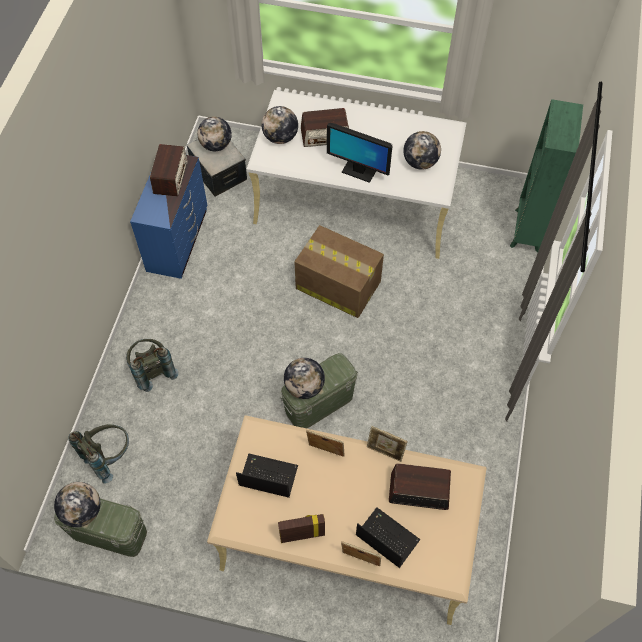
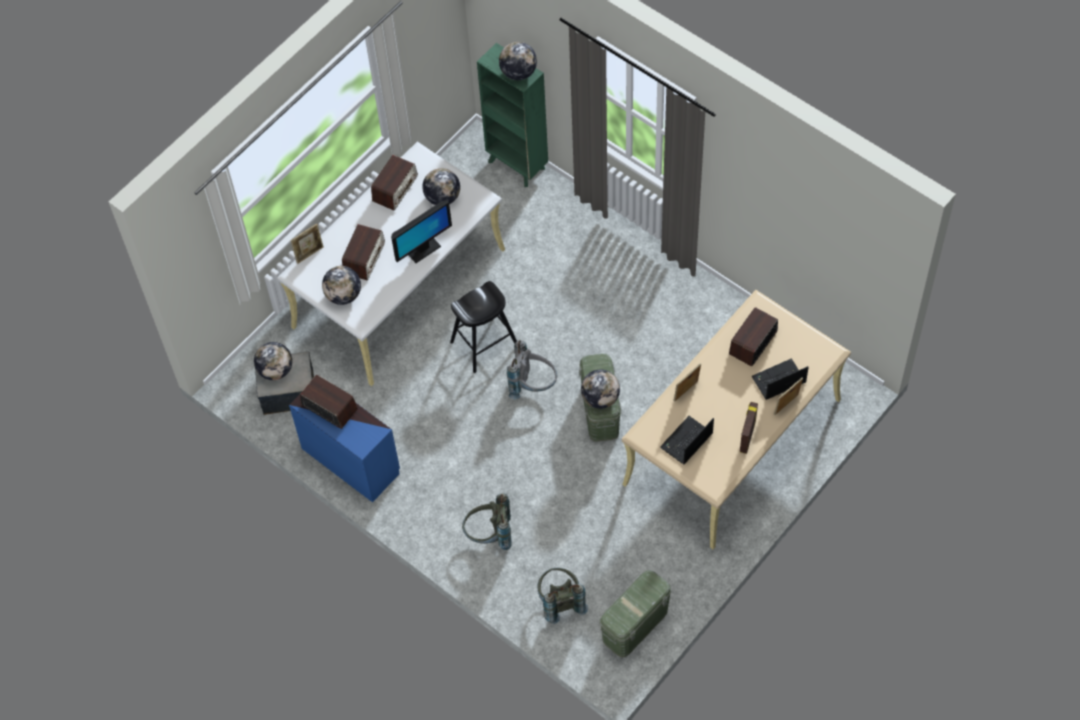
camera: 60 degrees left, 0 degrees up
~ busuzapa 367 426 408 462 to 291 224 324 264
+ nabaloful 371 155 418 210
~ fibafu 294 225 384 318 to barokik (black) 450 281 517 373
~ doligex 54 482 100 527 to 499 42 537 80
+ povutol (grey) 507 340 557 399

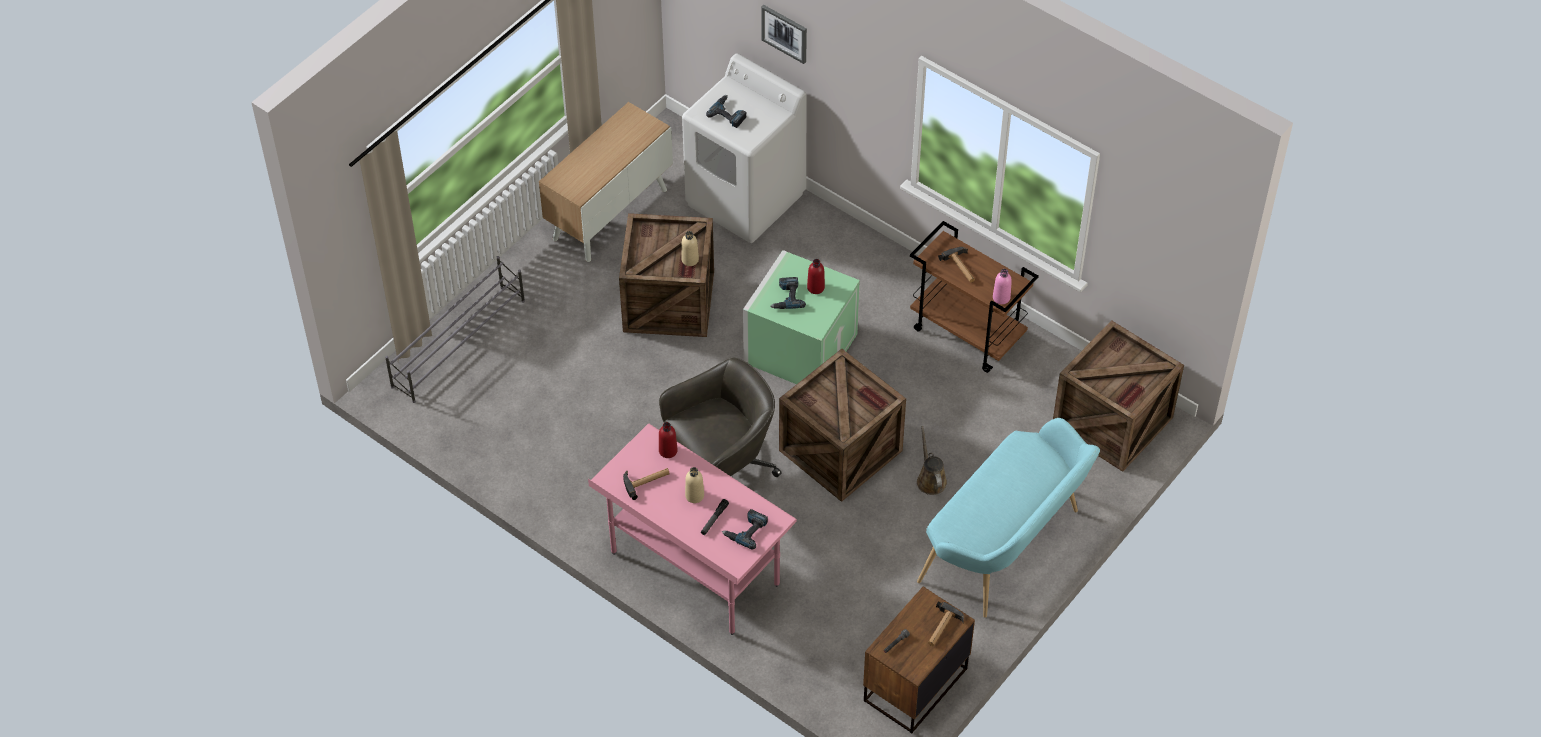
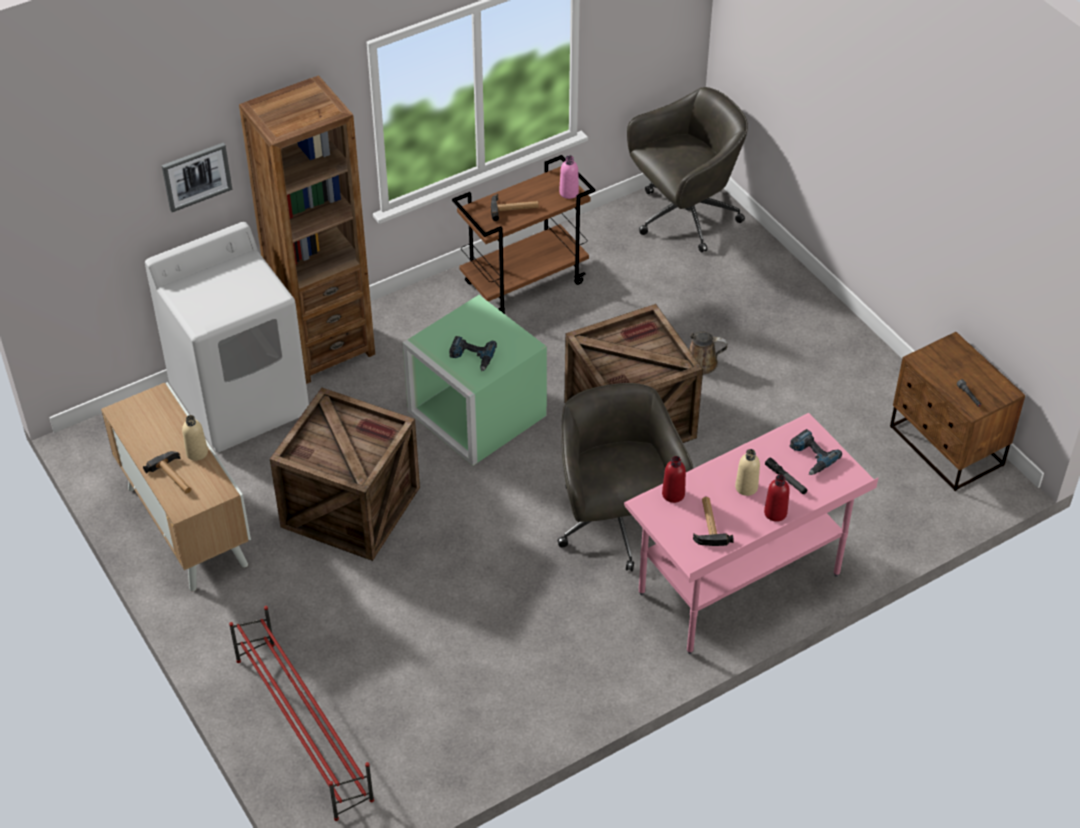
camera: 70 degrees left, 5 degrees down
~ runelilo 928 601 964 646 to 143 451 191 494
~ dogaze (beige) 681 231 699 266 to 182 415 208 461
~ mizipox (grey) 385 256 525 403 to mizipox (red) 229 606 374 821
+ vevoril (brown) 239 75 375 384
~ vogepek 1053 320 1184 472 to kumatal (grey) 627 87 748 252
~ dogaze (red) 807 259 825 294 to 764 475 790 522
- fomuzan 706 95 747 128
- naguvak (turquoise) 917 418 1100 618

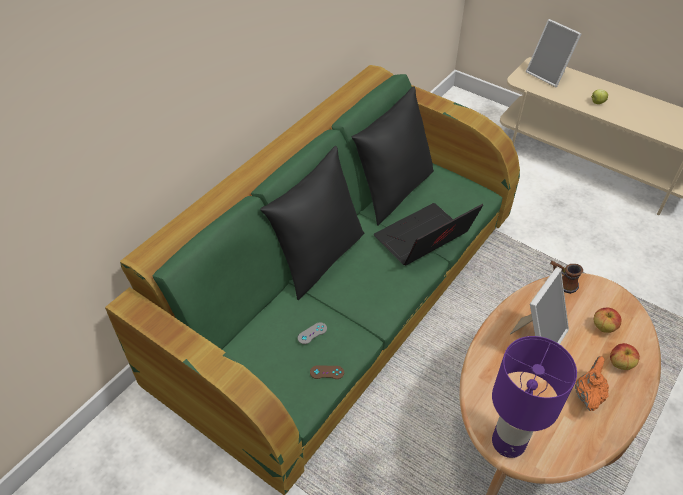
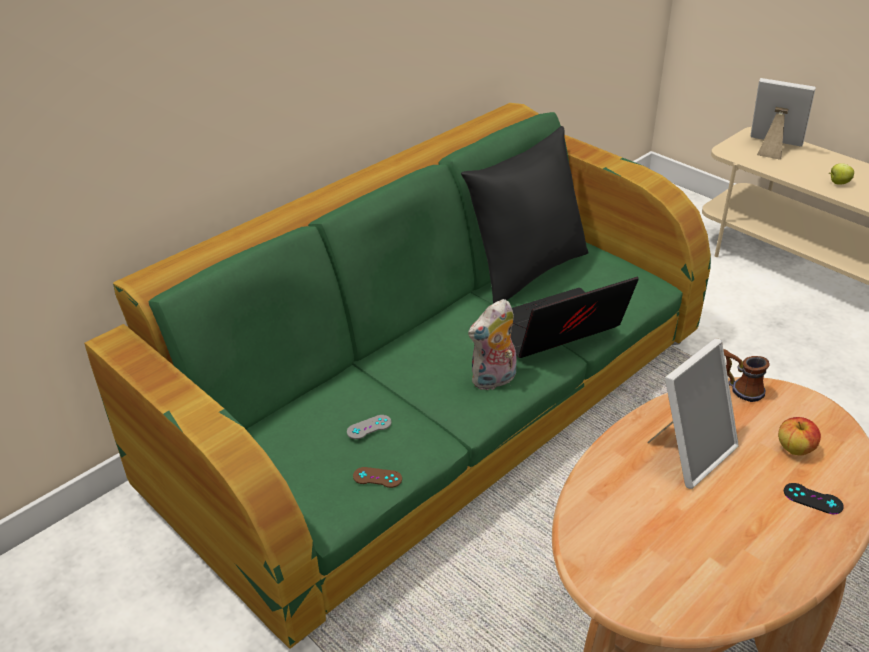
camera: 10 degrees right, 10 degrees down
+ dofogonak 468 299 517 390
~ busuzapa 526 19 582 87 = 750 78 816 160 150 degrees clockwise
~ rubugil 610 343 640 370 to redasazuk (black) 784 483 844 514
- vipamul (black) 260 146 364 300
- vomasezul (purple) 492 336 577 458
- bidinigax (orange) 575 356 609 411

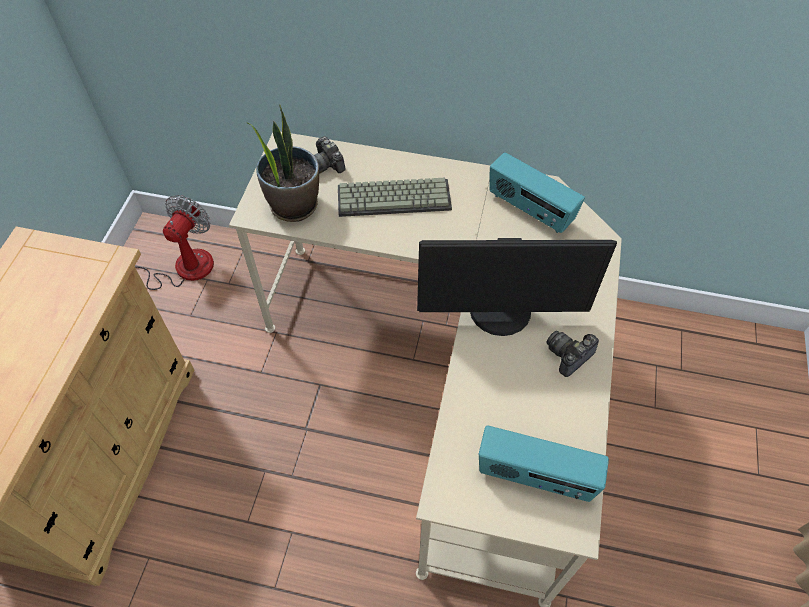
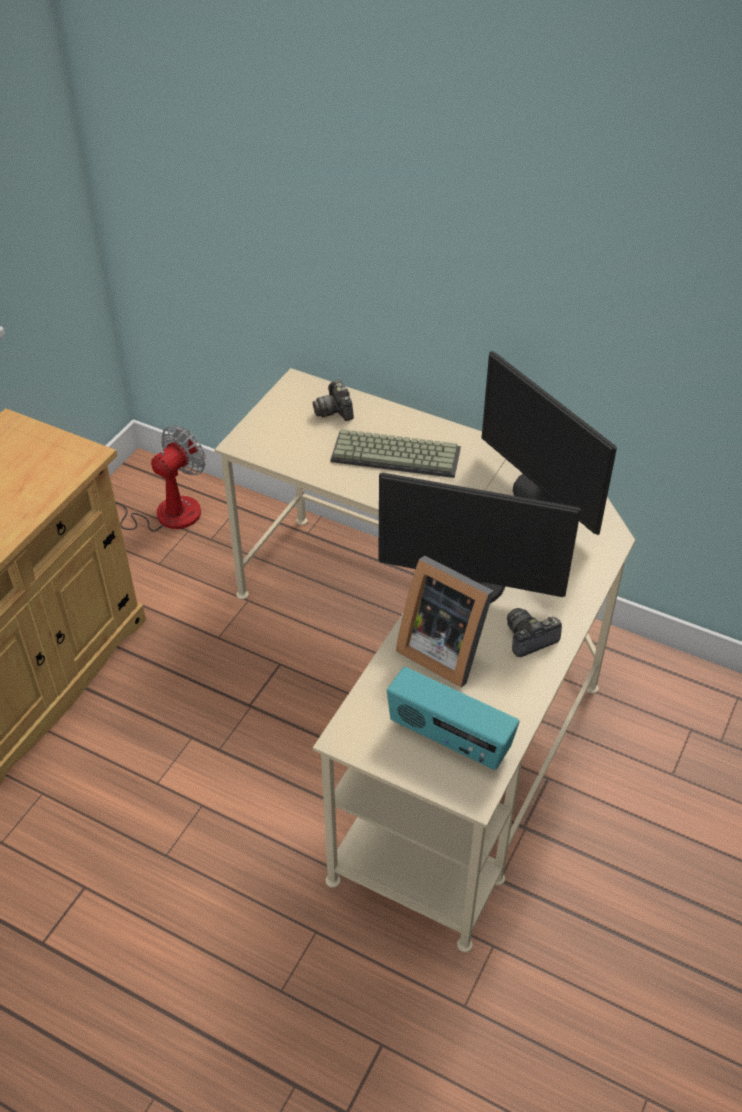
camera: 15 degrees right, 10 degrees down
+ busuzapa 396 556 494 688
~ nabaloful 489 152 585 233 to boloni 482 351 617 535
- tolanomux 248 104 319 222

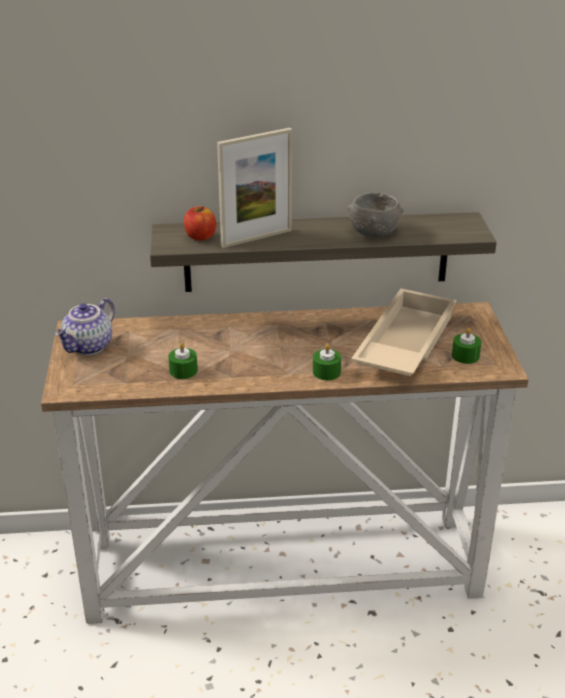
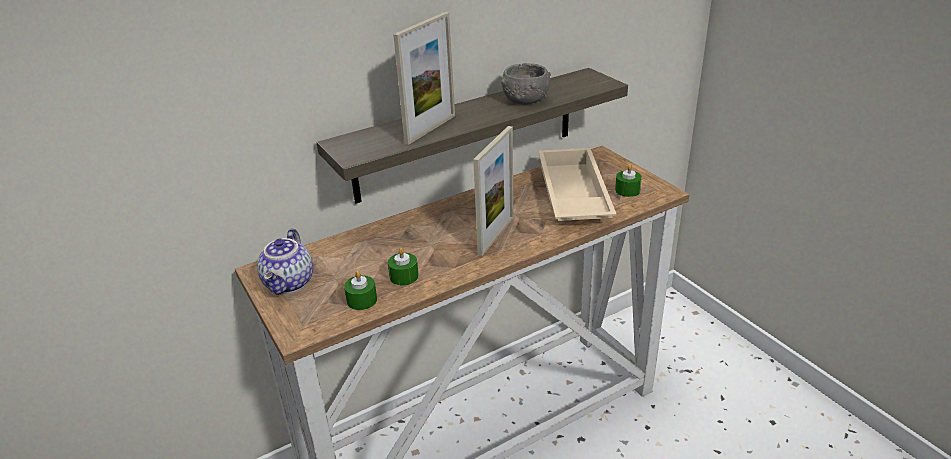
camera: 25 degrees left, 0 degrees up
~ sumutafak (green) 313 344 341 380 to 344 271 377 310
+ busuzapa 473 126 514 256
- rubugil 184 206 216 241

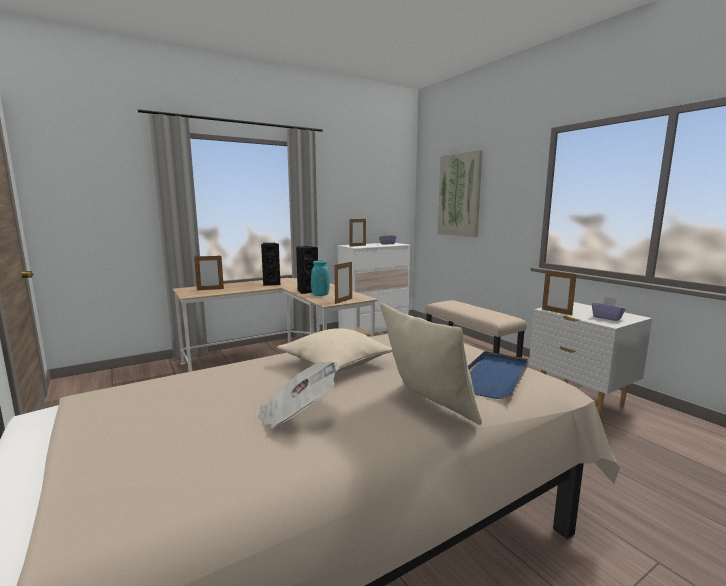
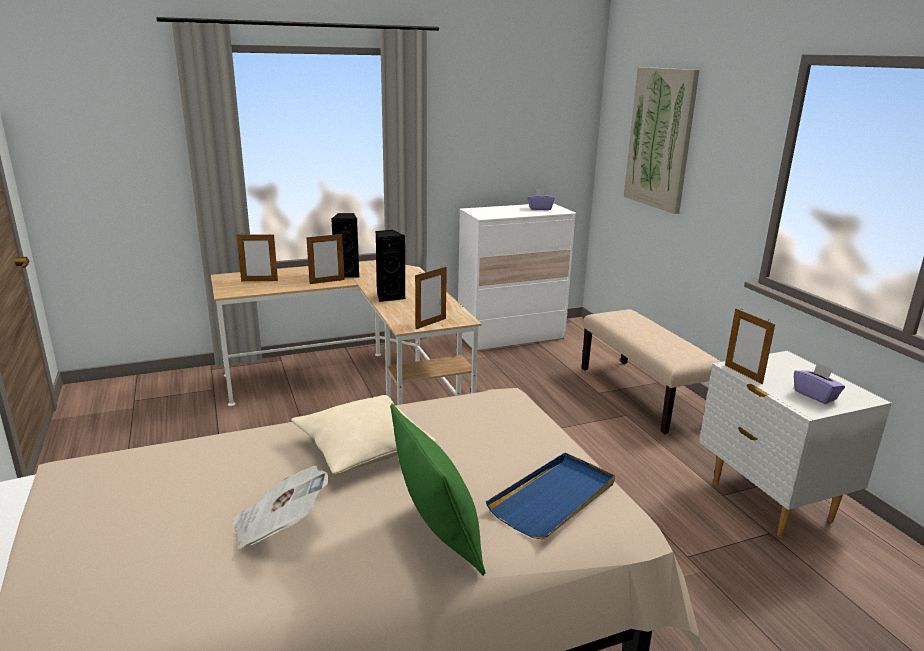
camera: 10 degrees right, 10 degrees up
~ busuzapa 349 219 366 247 to 306 234 345 284
~ vipamul (beige) 380 303 482 425 to vipamul (green) 390 404 486 576
- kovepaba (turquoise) 311 260 330 296

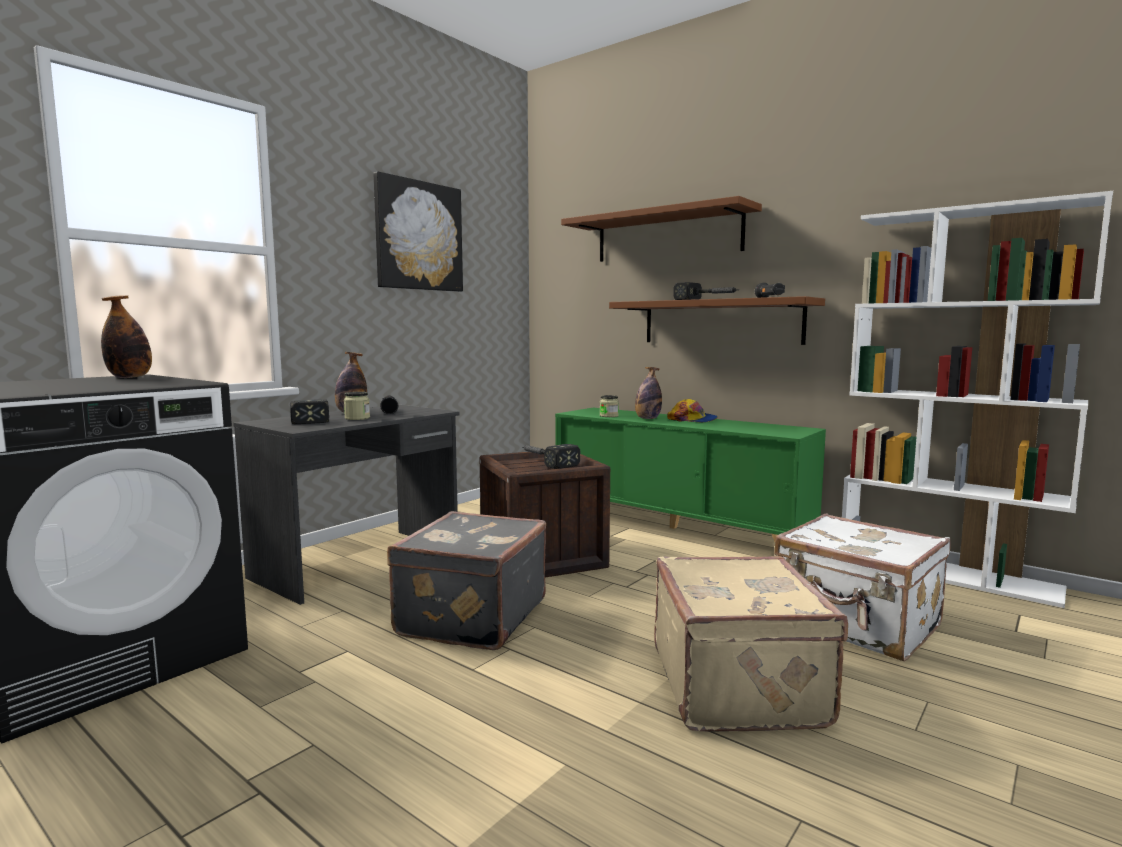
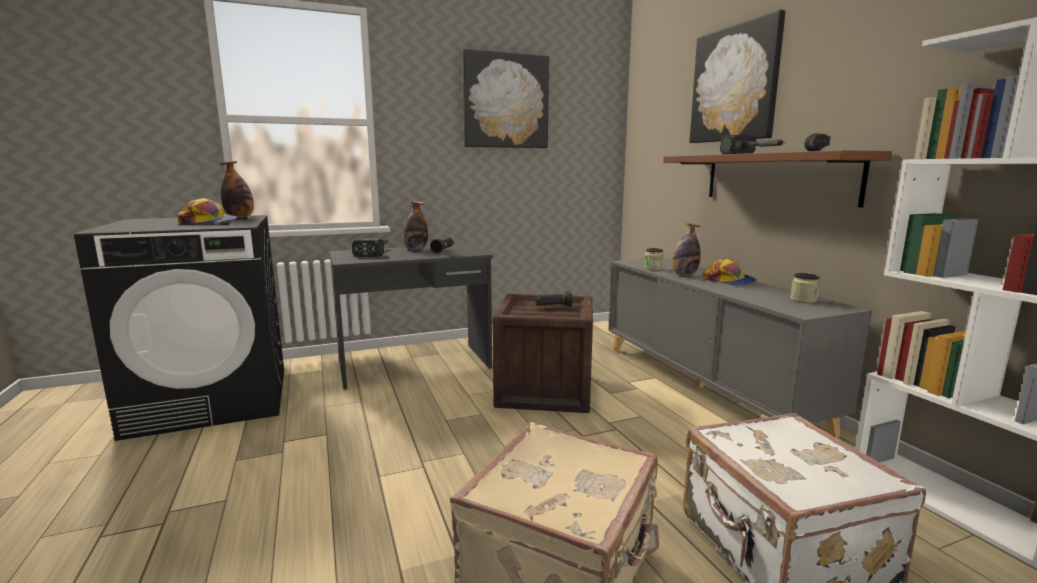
camera: 30 degrees right, 5 degrees up
+ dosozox 177 198 238 225
~ runelilo 522 444 580 469 to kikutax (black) 534 291 573 306
~ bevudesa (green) 555 407 826 542 to bevudesa (grey) 608 258 872 438
~ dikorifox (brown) 561 196 762 262 to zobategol 690 10 785 143
~ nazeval 344 392 370 420 to 790 273 820 303
- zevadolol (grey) 387 511 546 650

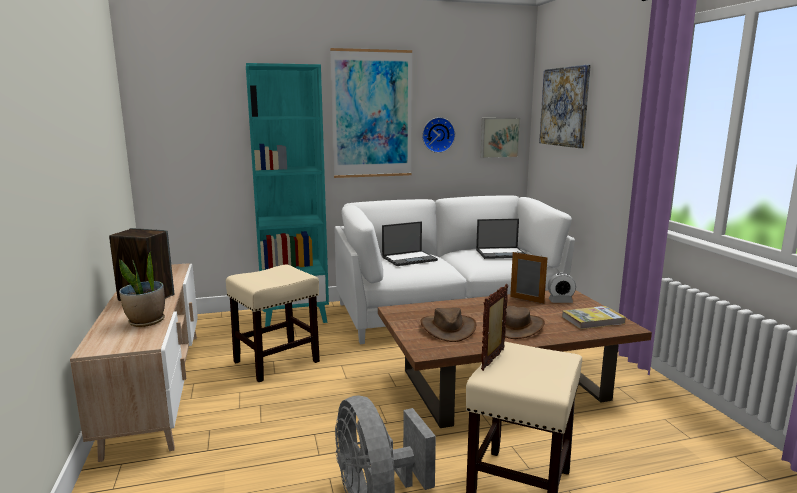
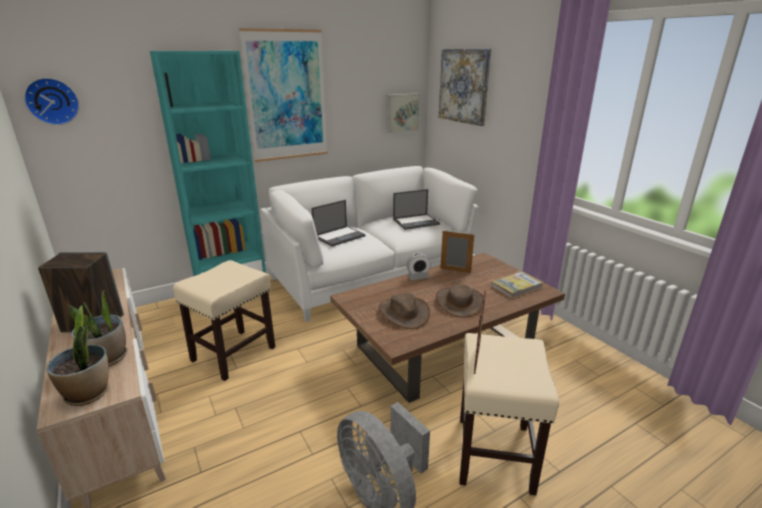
camera: 15 degrees left, 10 degrees up
~ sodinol 422 117 455 153 to 24 78 80 125
+ tolanomux 46 306 109 406
~ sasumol 548 273 576 303 to 406 253 431 280

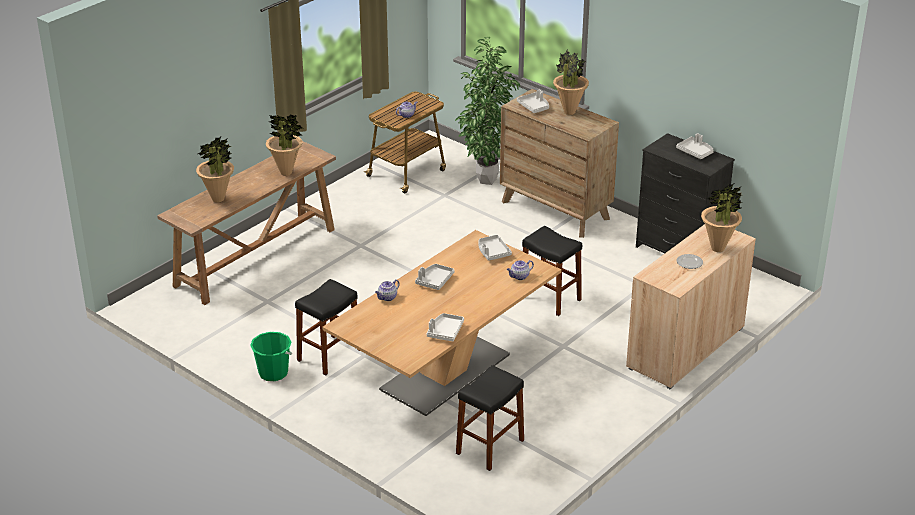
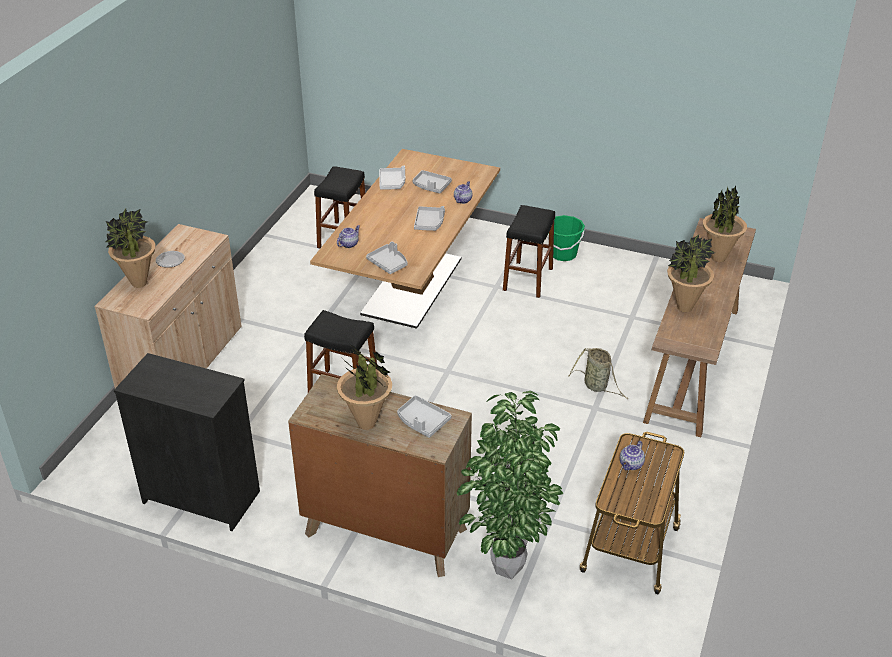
camera: 160 degrees right, 5 degrees up
~ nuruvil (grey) 676 133 714 159 to 413 170 452 193
+ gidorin 569 348 629 399

